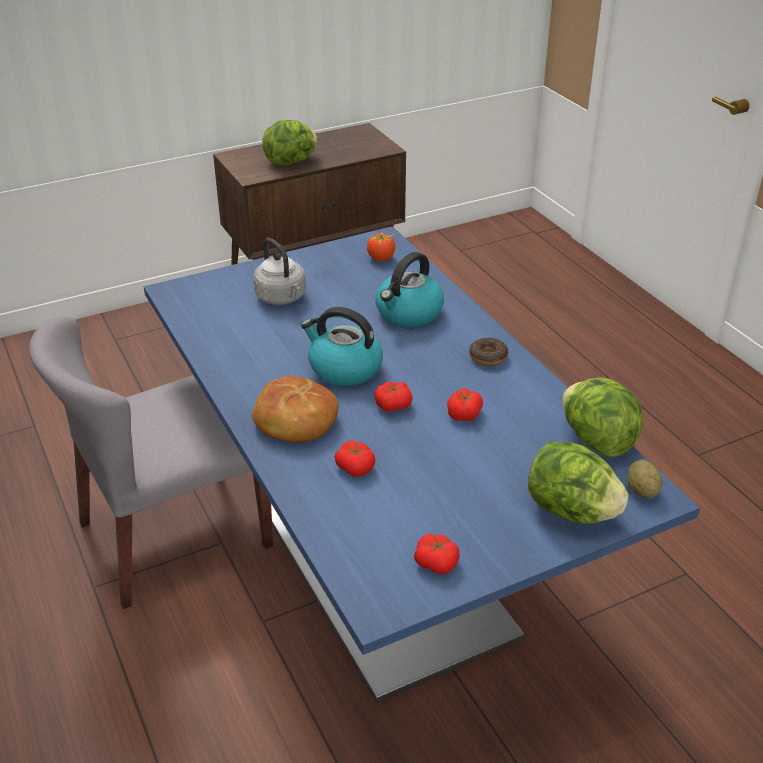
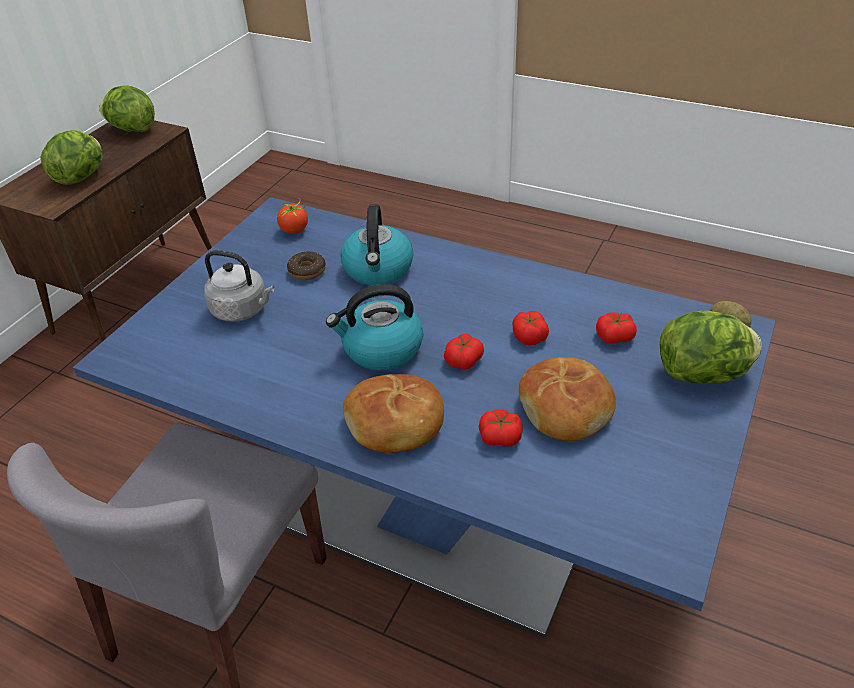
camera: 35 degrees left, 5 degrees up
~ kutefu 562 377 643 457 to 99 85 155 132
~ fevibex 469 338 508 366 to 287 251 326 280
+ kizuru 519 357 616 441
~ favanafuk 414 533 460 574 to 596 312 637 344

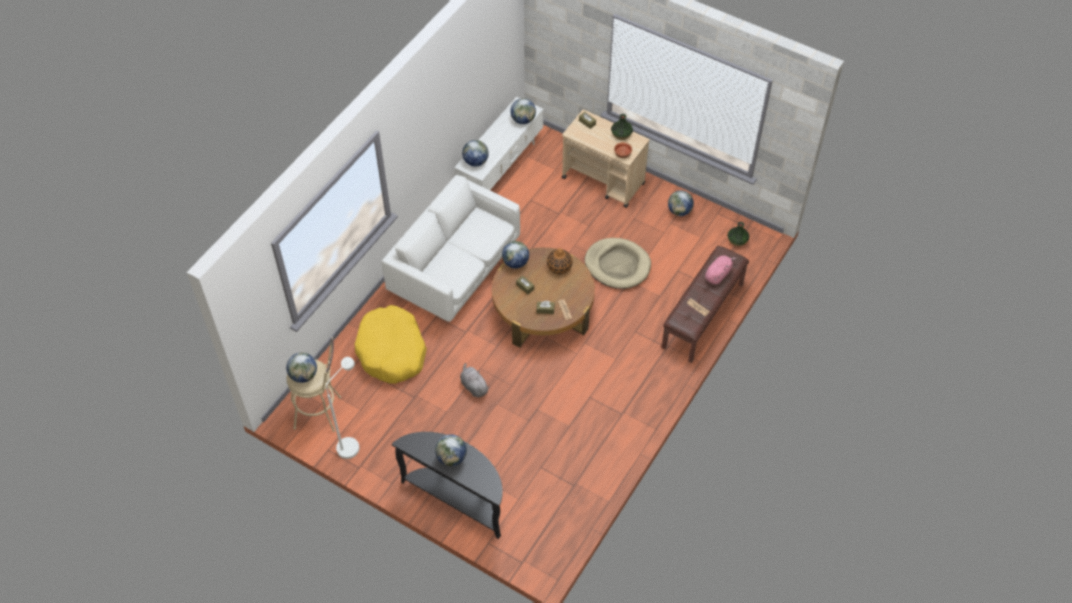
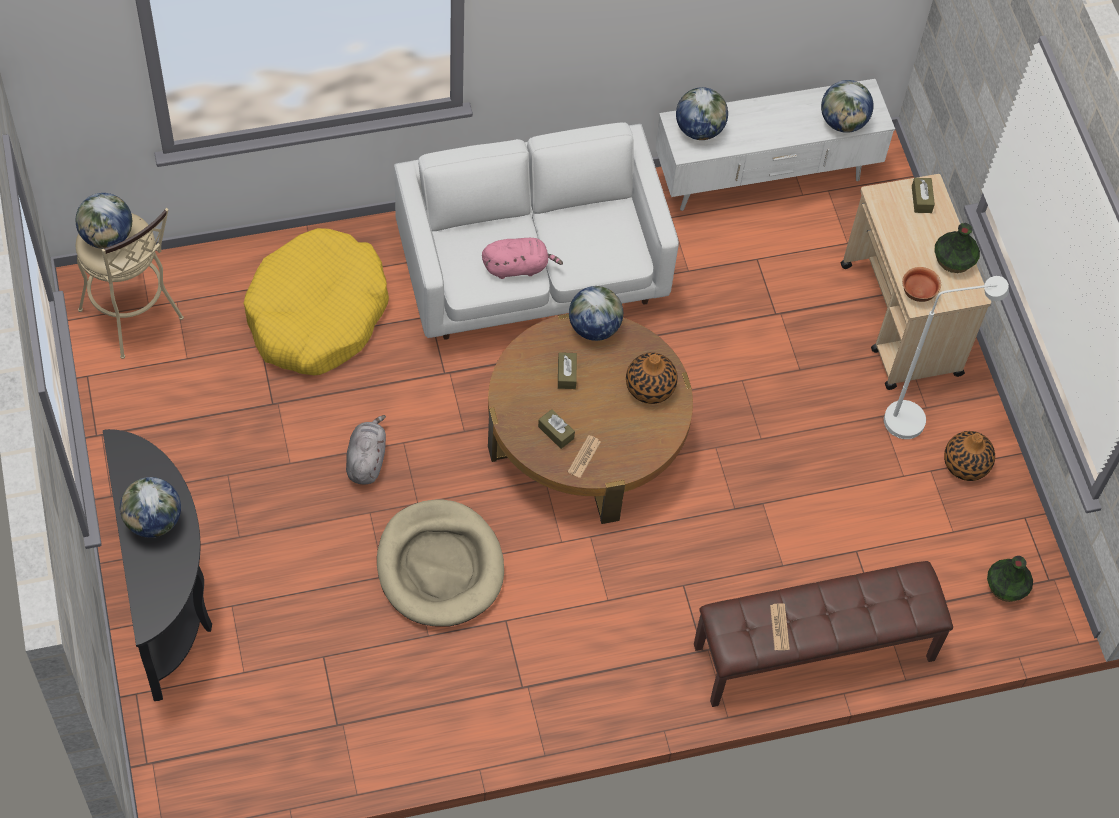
camera: 40 degrees right, 5 degrees up
~ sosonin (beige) 585 238 651 289 to 377 500 504 627
~ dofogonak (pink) 705 255 737 285 to 482 238 563 279
~ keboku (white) 326 357 359 459 to 884 276 1009 439
~ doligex 668 190 694 216 to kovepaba 944 431 995 481

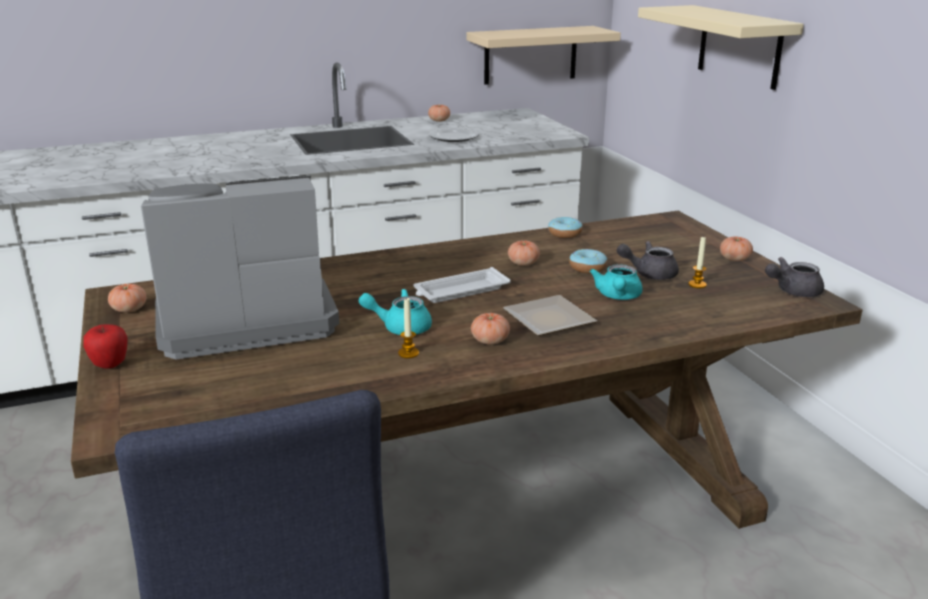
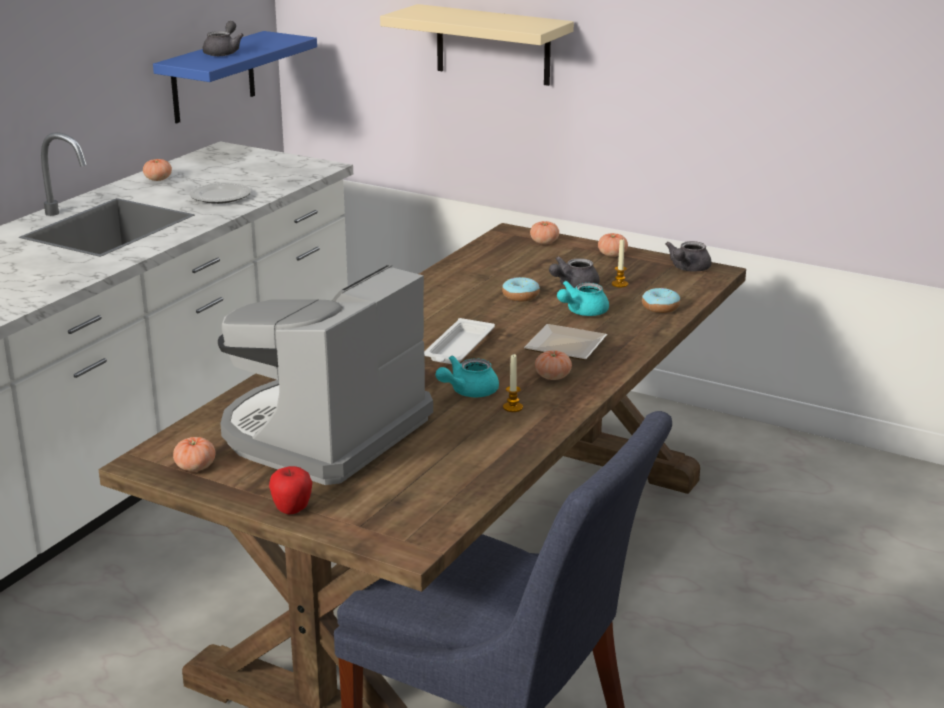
camera: 40 degrees left, 0 degrees up
~ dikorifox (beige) 467 26 621 85 to dikorifox (blue) 153 31 317 123
+ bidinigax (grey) 203 21 244 56
~ favanafuk 508 241 540 266 to 530 221 559 244
~ bidinigax (turquoise) 589 264 643 300 = 557 281 609 316 75 degrees clockwise
~ fevibex 548 217 583 238 to 642 288 680 313

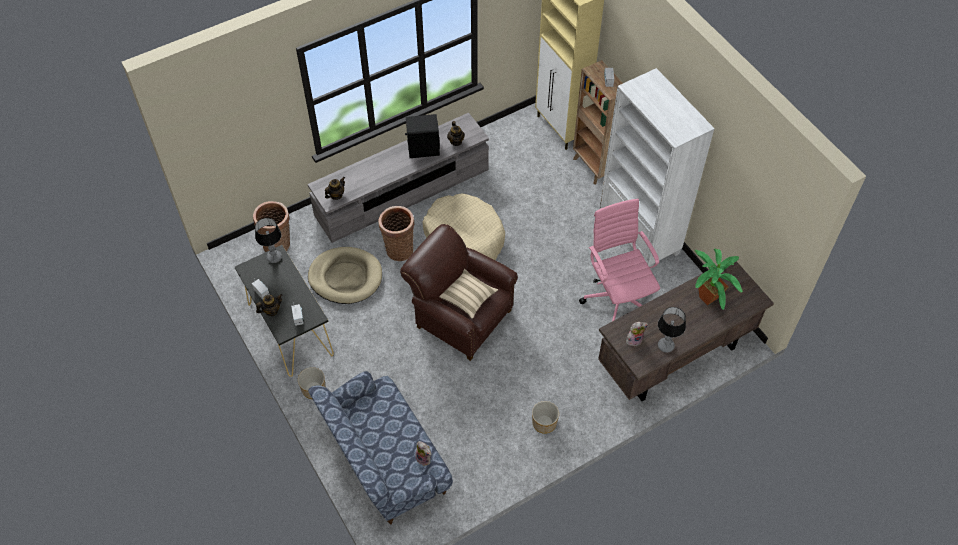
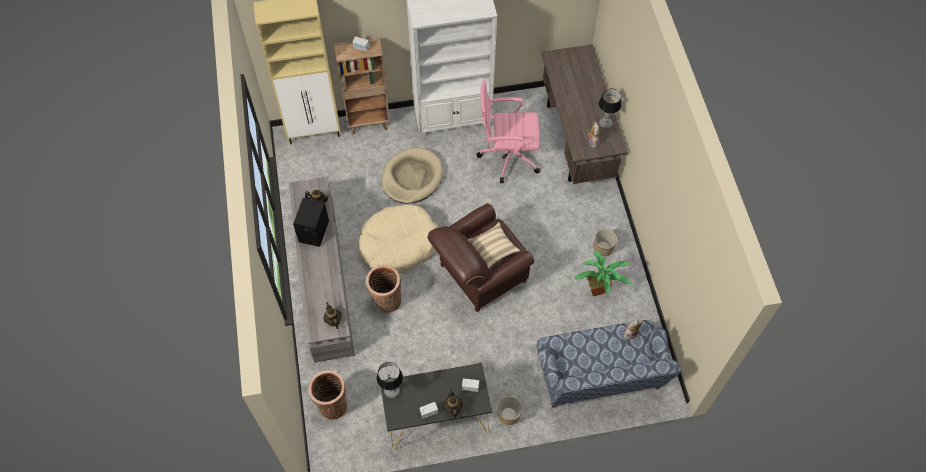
camera: 70 degrees left, 5 degrees up
~ sosonin (beige) 308 247 382 304 to 381 147 443 204
~ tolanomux 695 249 743 309 to 574 250 633 296

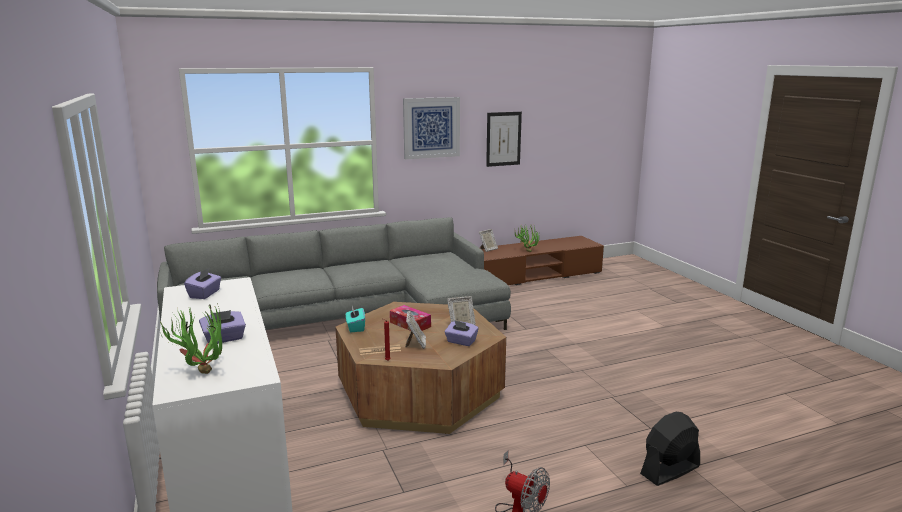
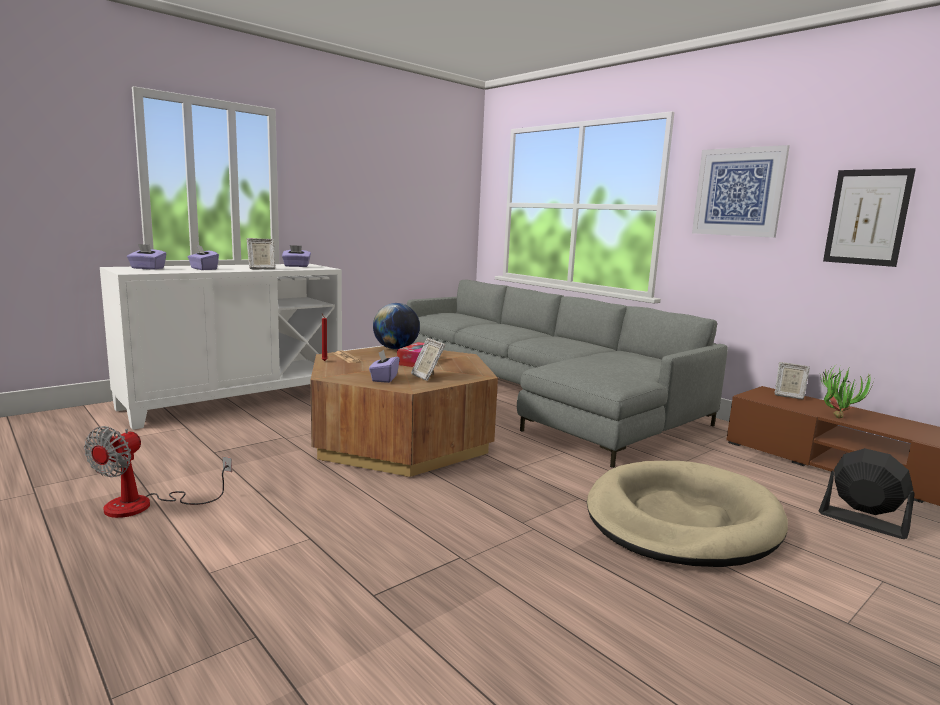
camera: 70 degrees right, 5 degrees down
~ tolanomux 160 303 222 374 to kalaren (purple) 127 244 166 270
~ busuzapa 406 311 426 349 to 247 238 275 269
~ kalaren (turquoise) 346 306 365 332 to doligex 373 303 420 350
+ sosonin (beige) 587 461 788 567
~ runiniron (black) 640 412 700 486 to 819 448 915 539

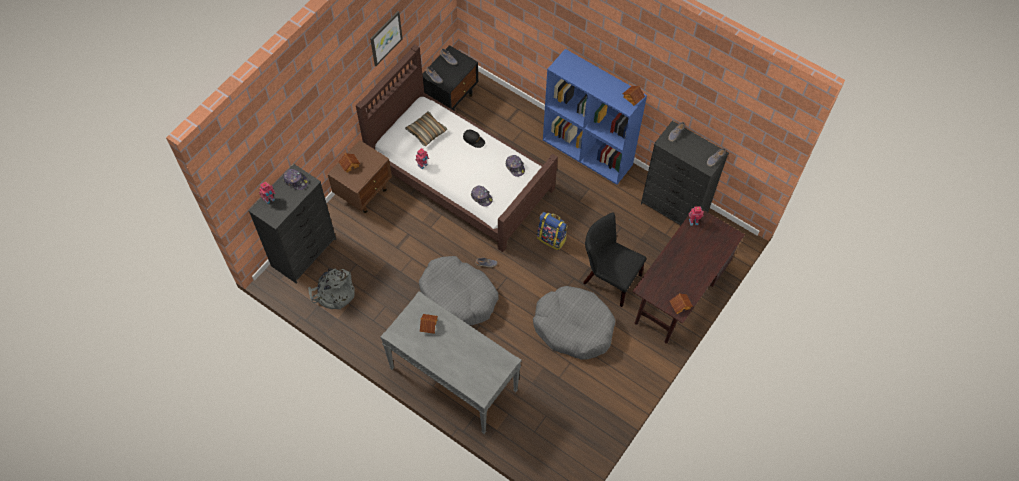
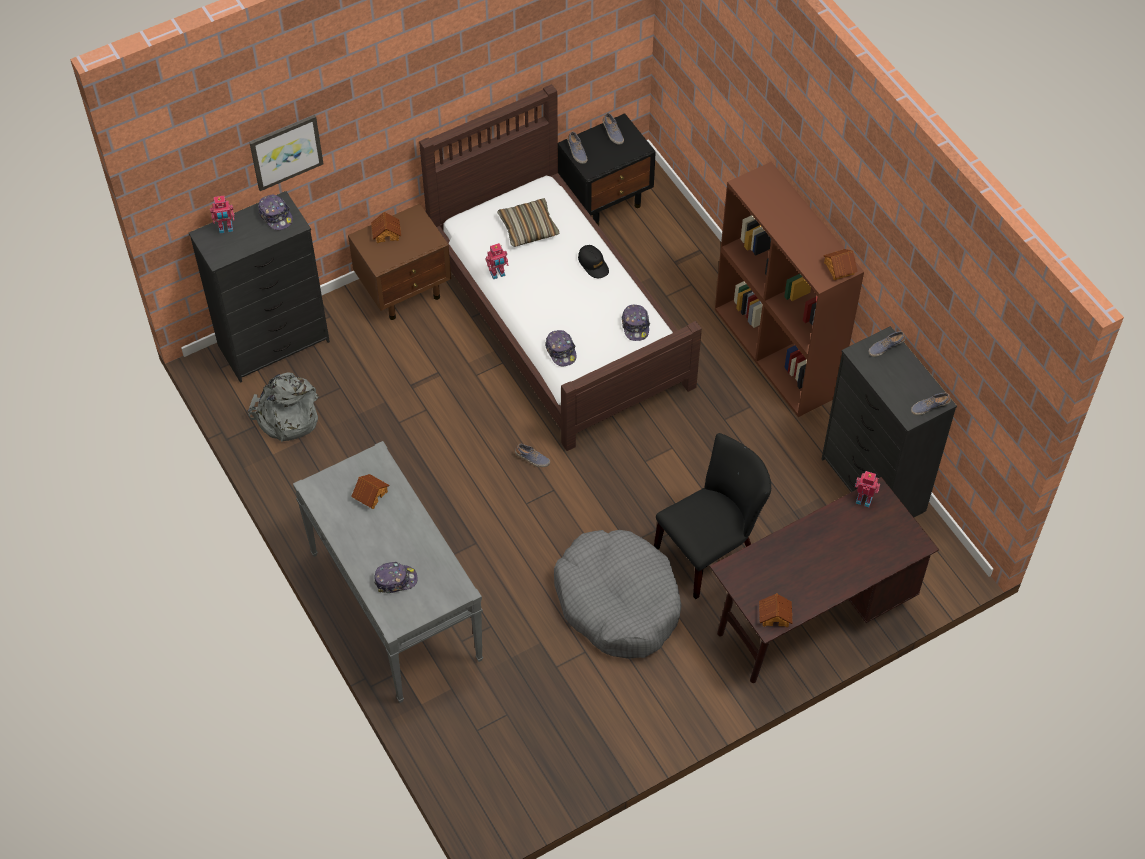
camera: 25 degrees right, 5 degrees down
~ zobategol 370 11 403 66 to 249 115 324 191
+ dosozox 374 562 418 593
~ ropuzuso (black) 583 212 647 307 = 654 433 771 599 90 degrees clockwise
~ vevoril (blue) 543 49 647 185 to vevoril (brown) 715 162 864 417
- sosonin (grey) 419 256 499 325
- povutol 537 212 567 251

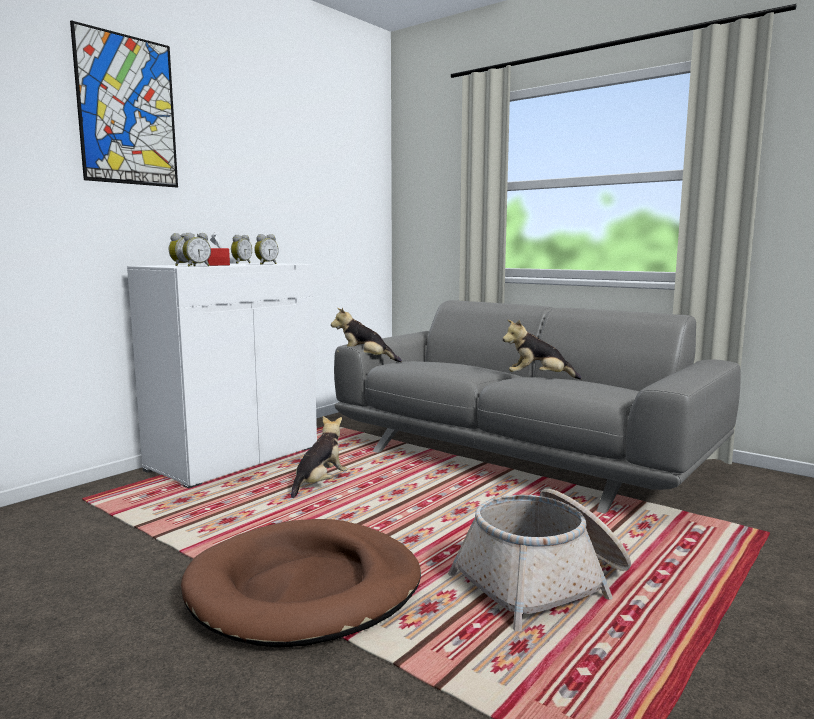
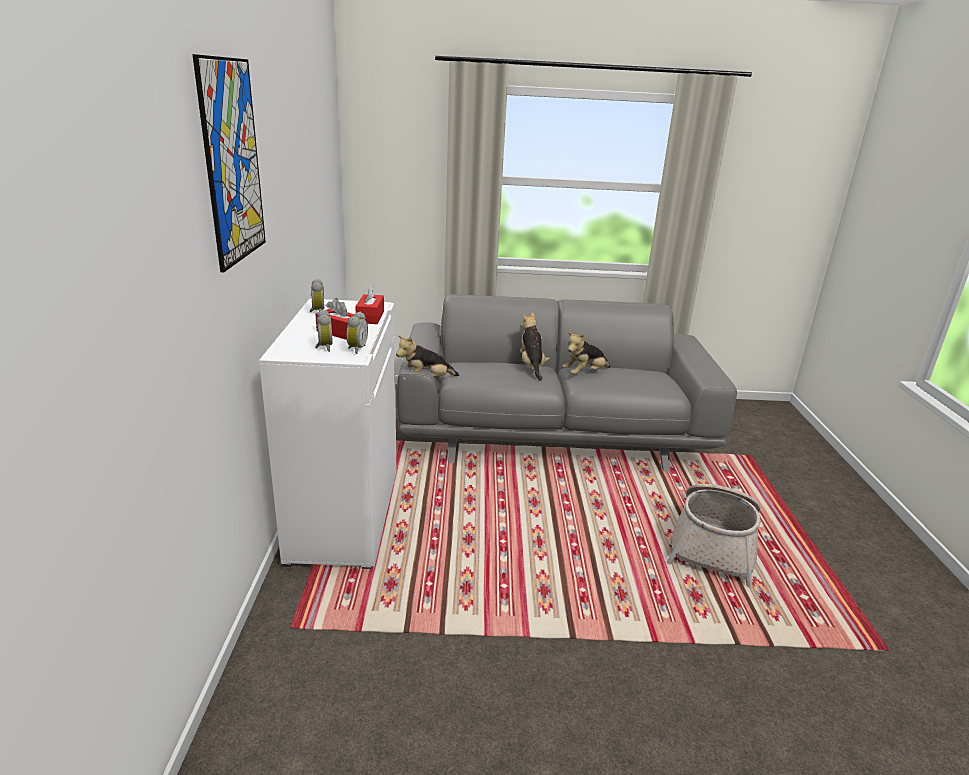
camera: 40 degrees left, 15 degrees up
~ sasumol 255 234 279 265 to kalaren (red) 355 284 384 324
~ dofogonak 291 416 348 498 to 520 312 550 381
- sosonin (brown) 181 519 421 648

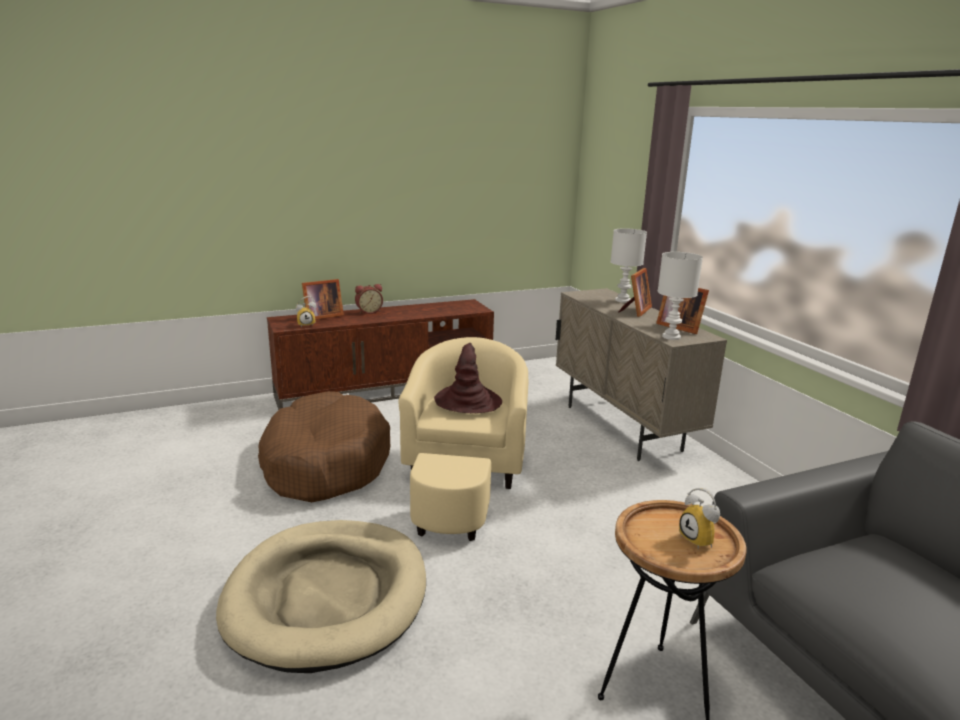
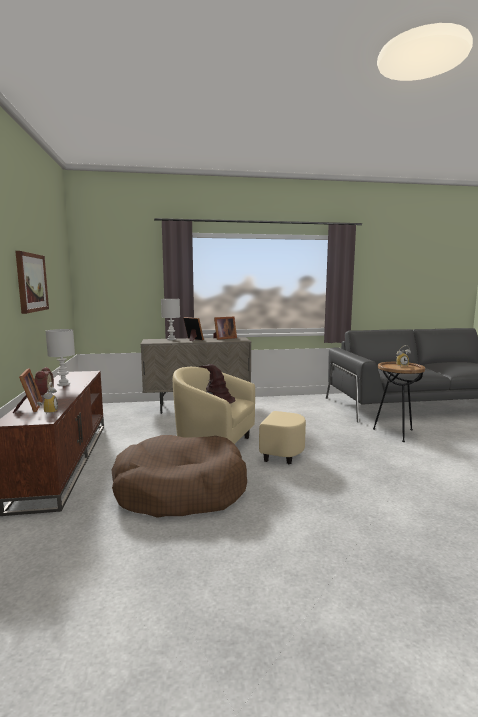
camera: 75 degrees left, 10 degrees down
+ zobategol 15 251 49 314
~ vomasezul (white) 658 252 703 340 to 46 329 75 386
- sosonin (beige) 216 520 426 673

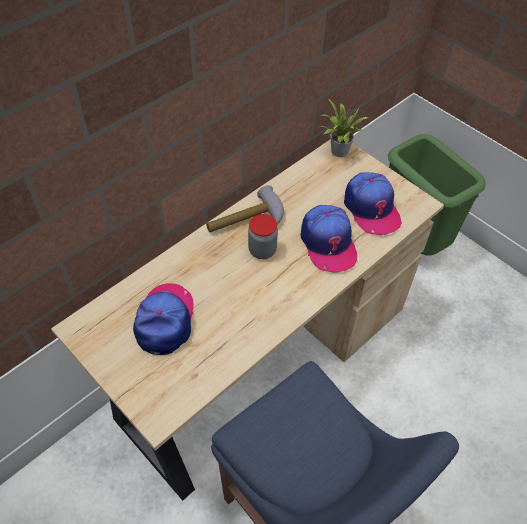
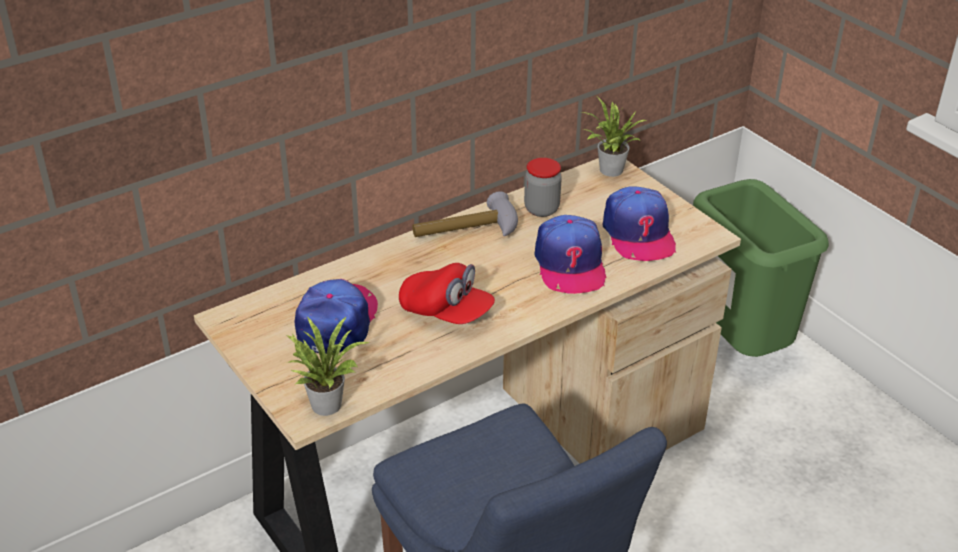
camera: 10 degrees right, 15 degrees down
+ tolanomux 286 316 370 416
+ dosozox (red) 399 263 495 324
~ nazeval 248 214 278 259 to 524 158 562 217

